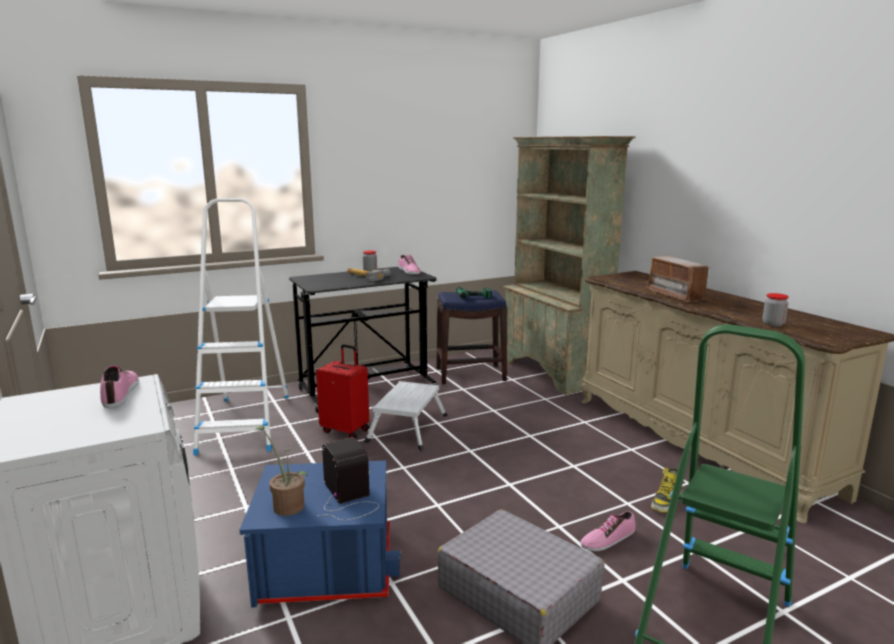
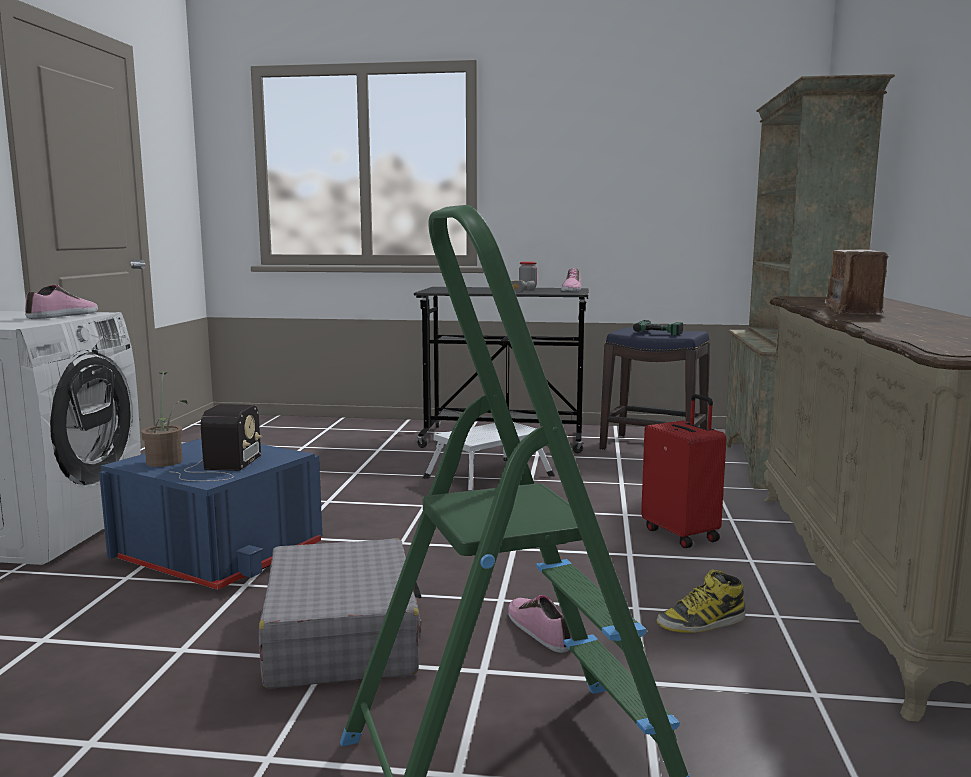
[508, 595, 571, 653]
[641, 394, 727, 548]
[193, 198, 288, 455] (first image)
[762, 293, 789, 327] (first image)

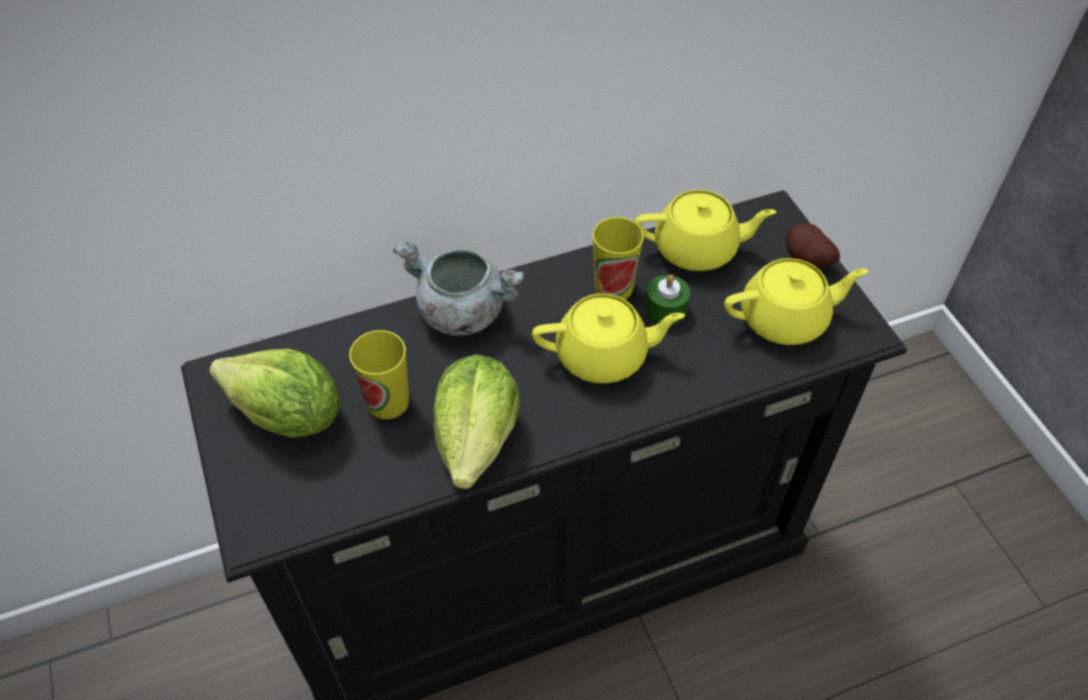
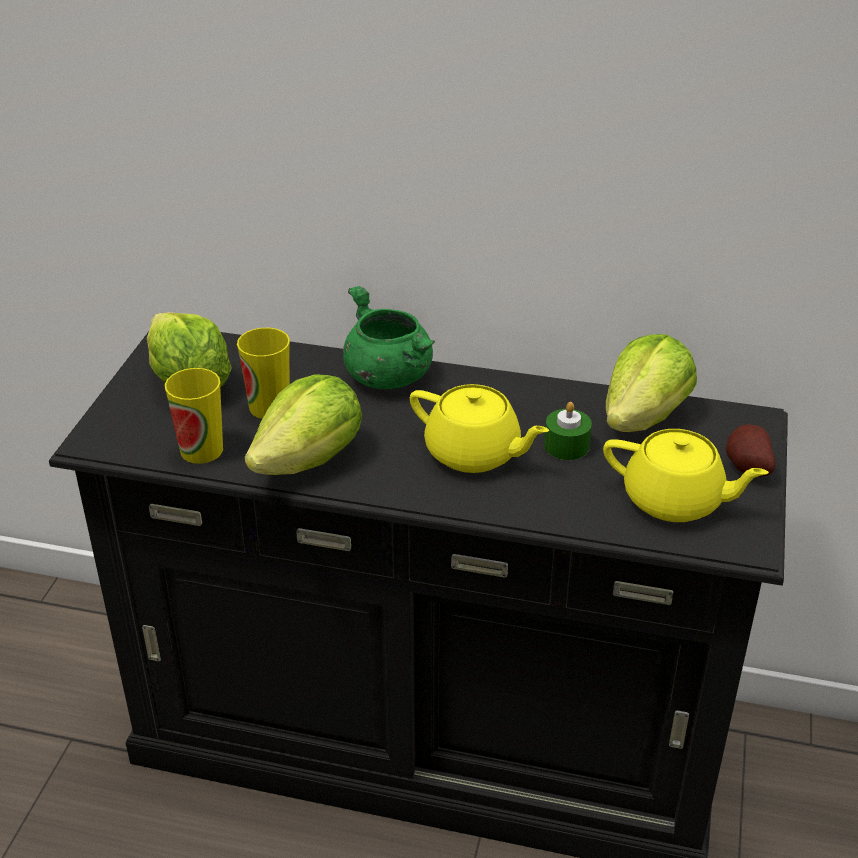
[165, 368, 223, 464]
[343, 286, 435, 389]
[606, 334, 697, 432]

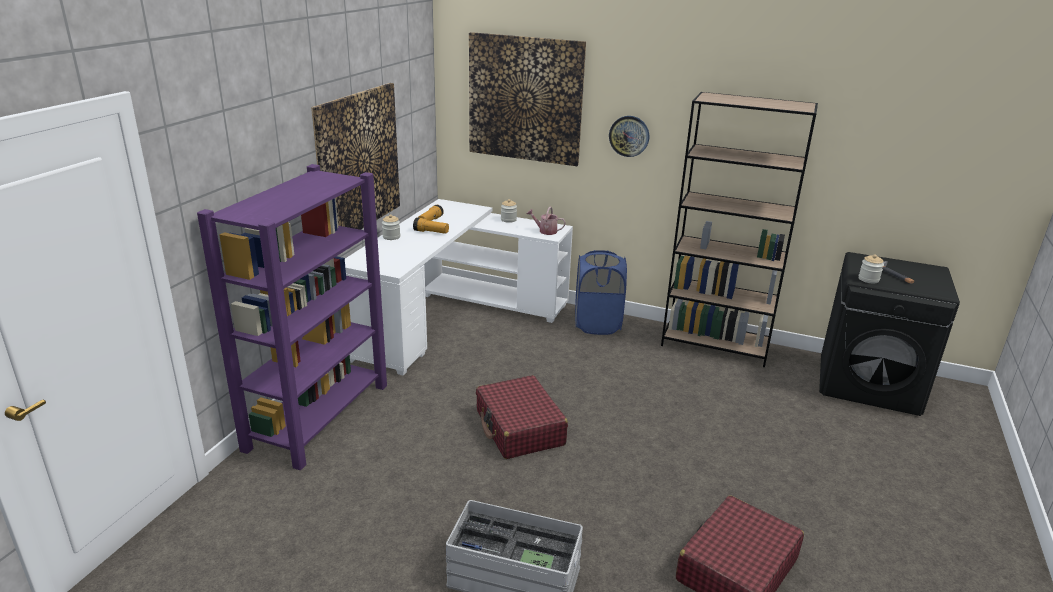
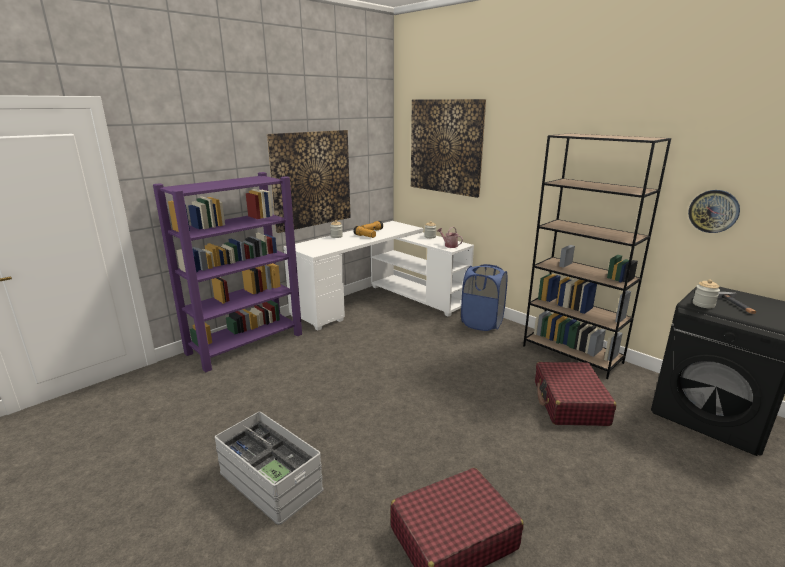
[535, 362, 616, 426]
[688, 190, 740, 233]

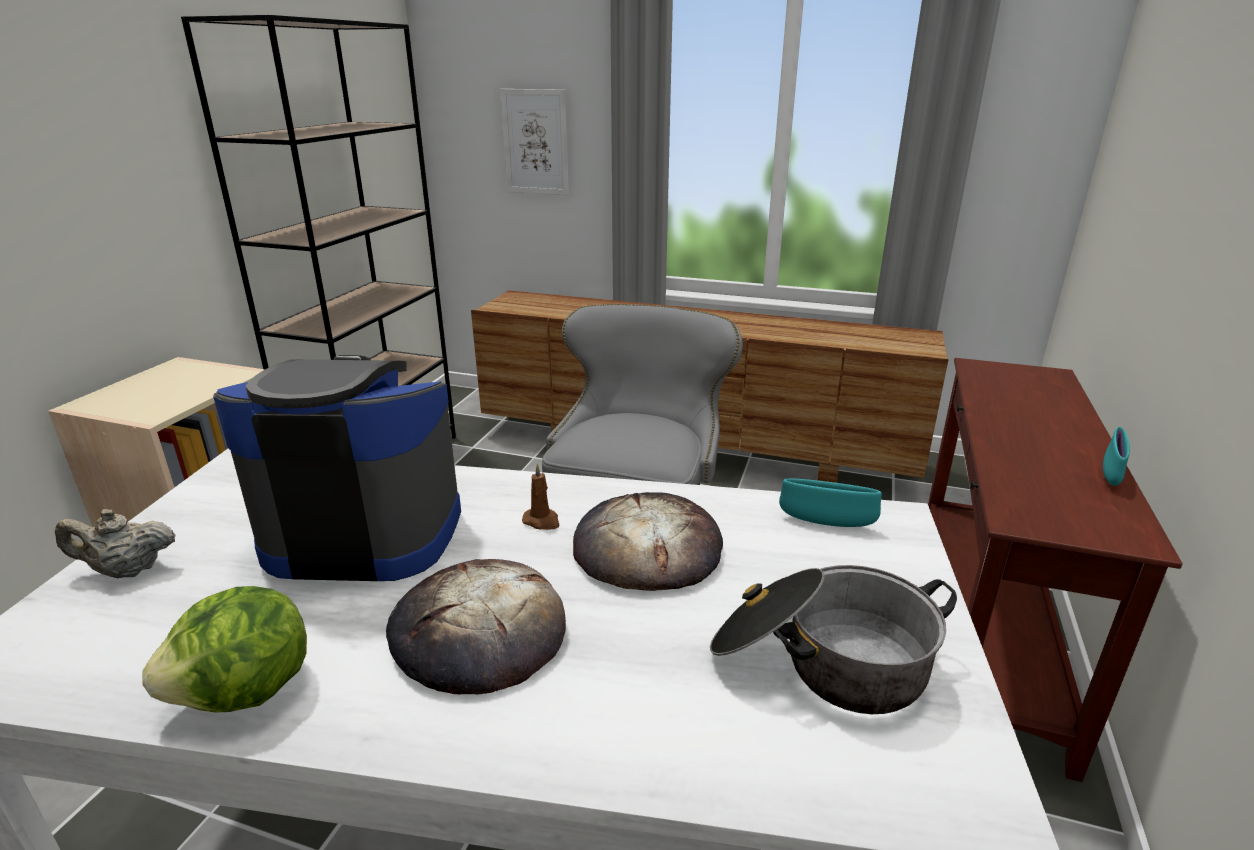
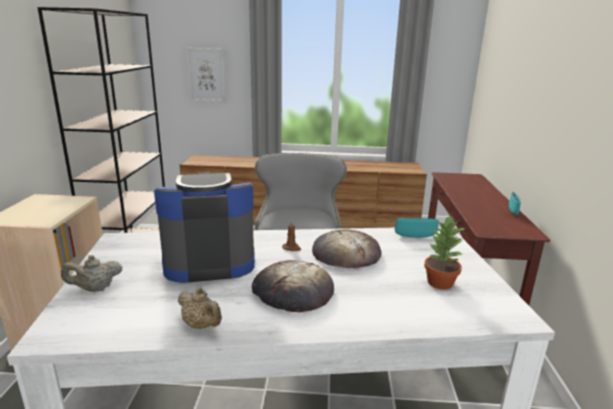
[178, 287, 222, 329]
[424, 215, 467, 290]

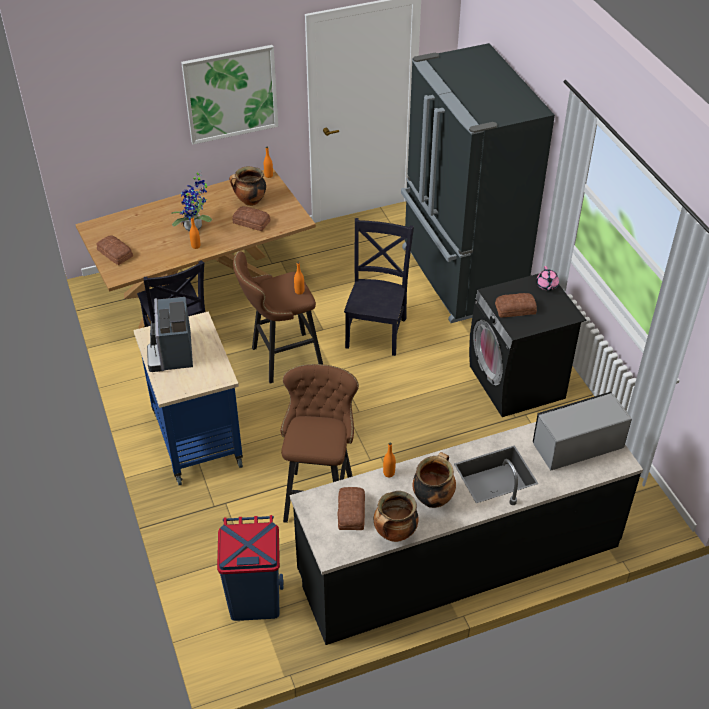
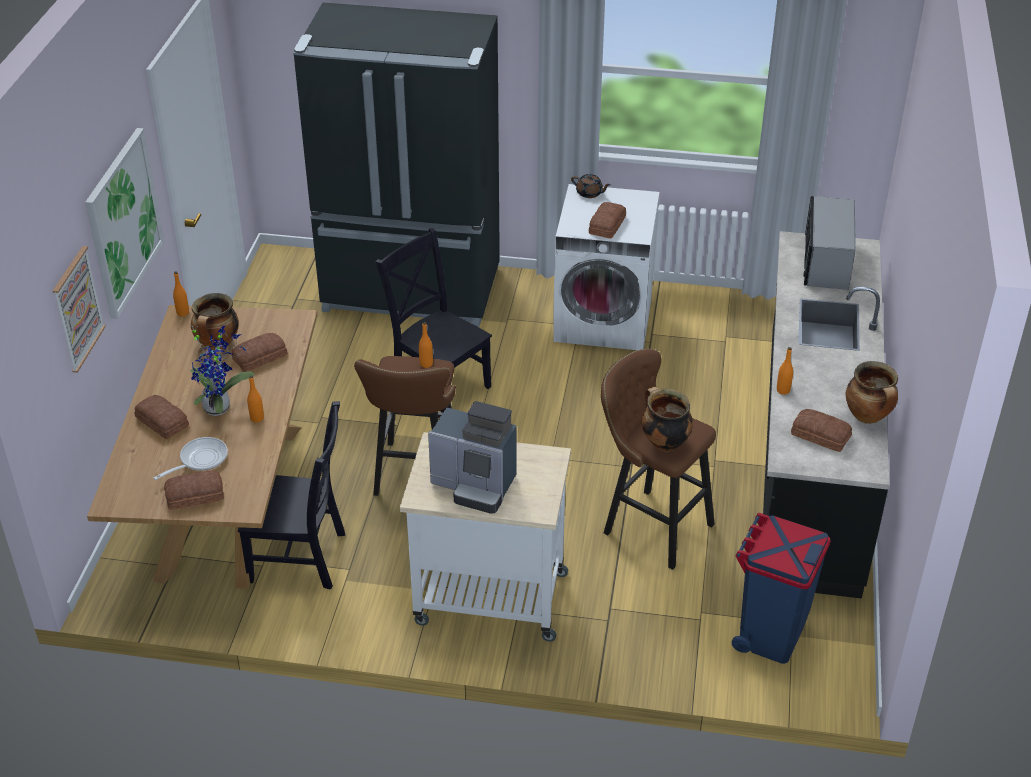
[53, 246, 106, 373]
[135, 395, 189, 439]
[154, 437, 228, 480]
[400, 432, 571, 642]
[553, 184, 660, 350]
[571, 174, 611, 198]
[642, 387, 693, 452]

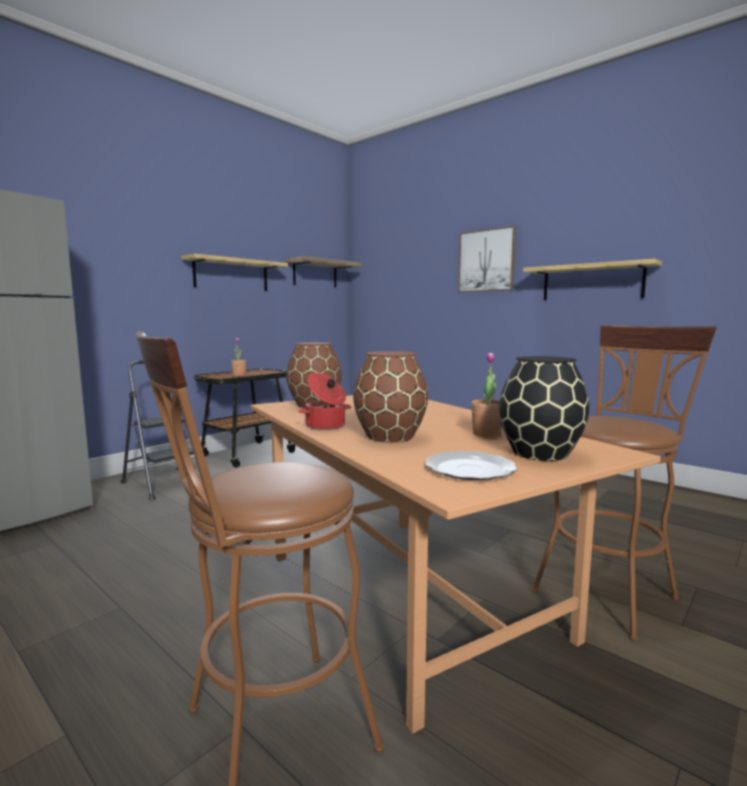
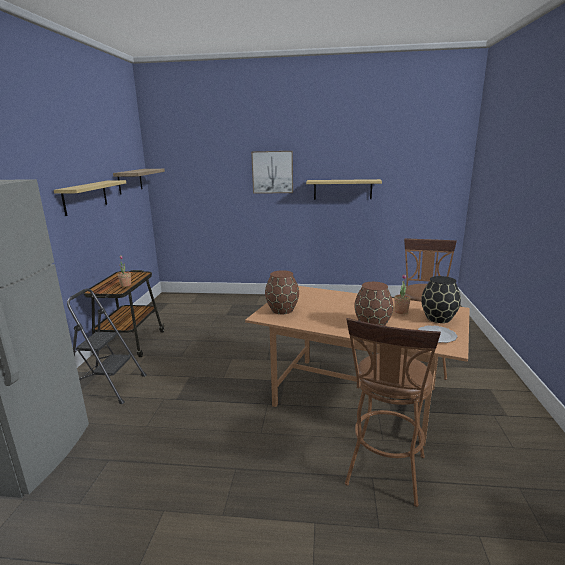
[298, 373, 351, 430] (first image)

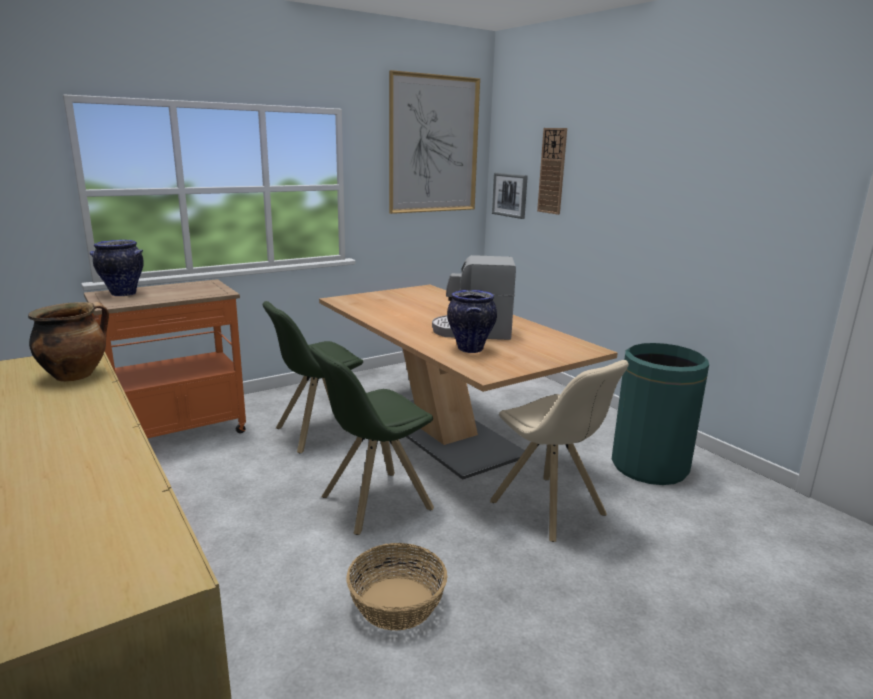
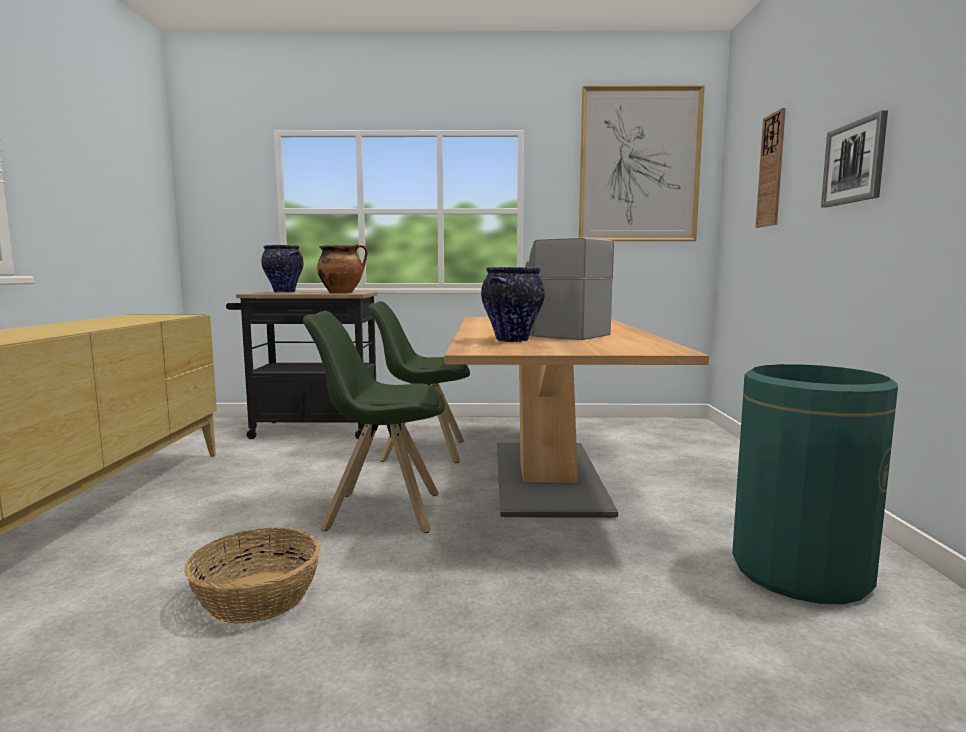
[226, 292, 377, 439]
[317, 244, 368, 293]
[821, 110, 888, 208]
[490, 360, 629, 542] (first image)

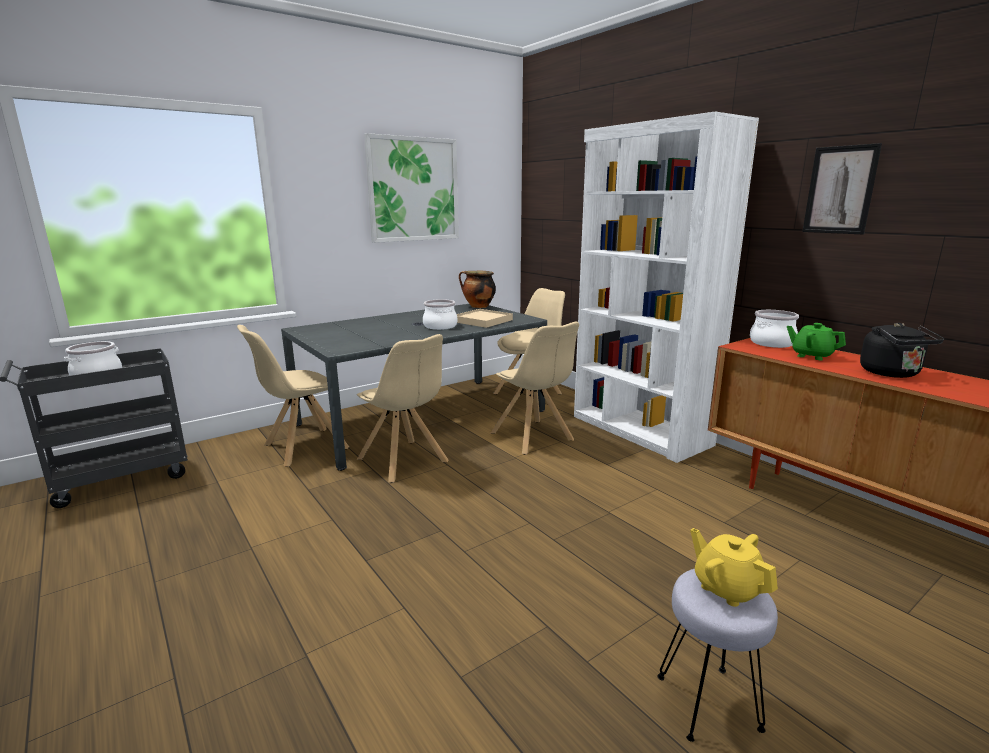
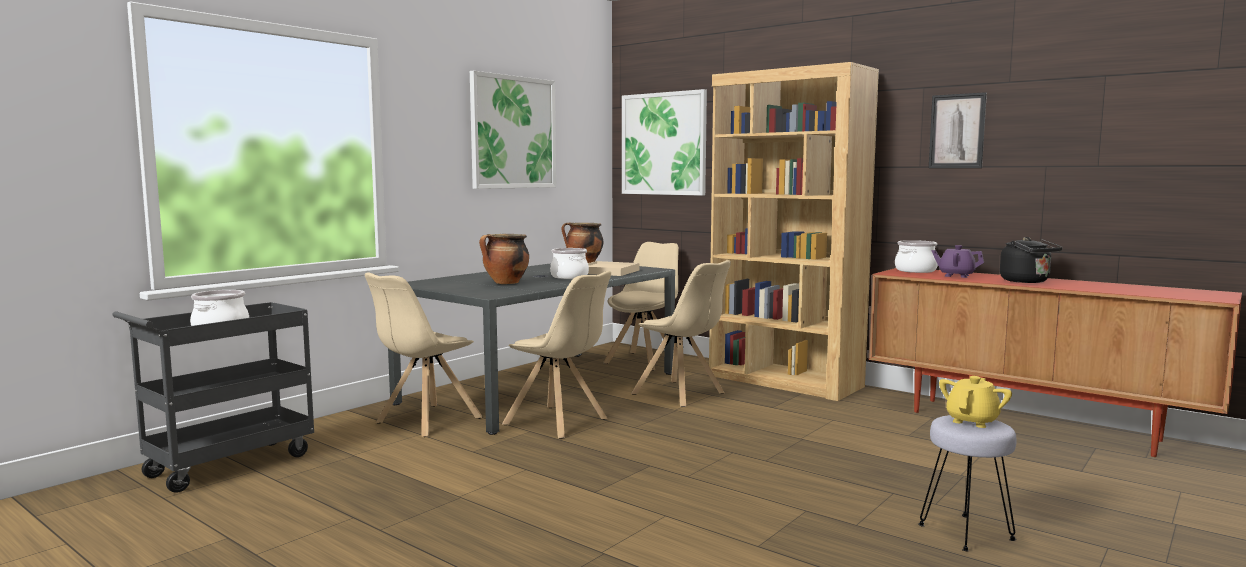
[479, 234, 529, 284]
[622, 89, 707, 196]
[709, 62, 879, 401]
[932, 245, 984, 278]
[939, 376, 1012, 428]

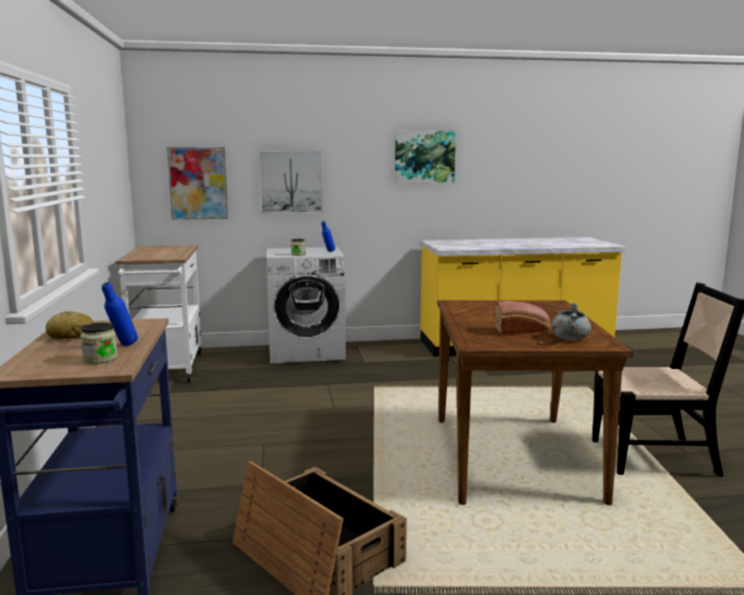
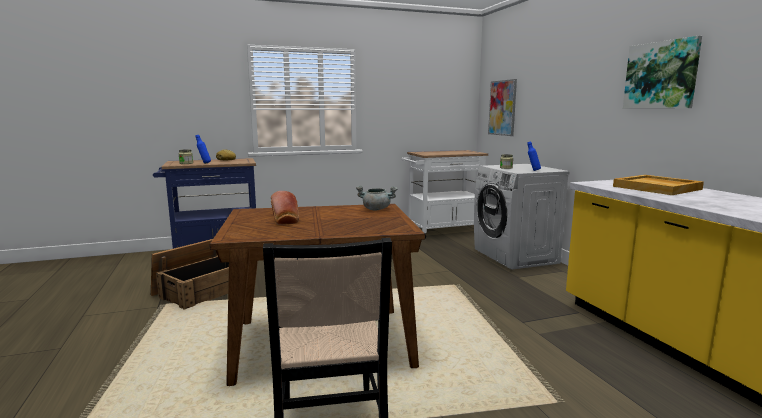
[356, 185, 398, 211]
[613, 175, 704, 195]
[259, 151, 323, 214] (first image)

